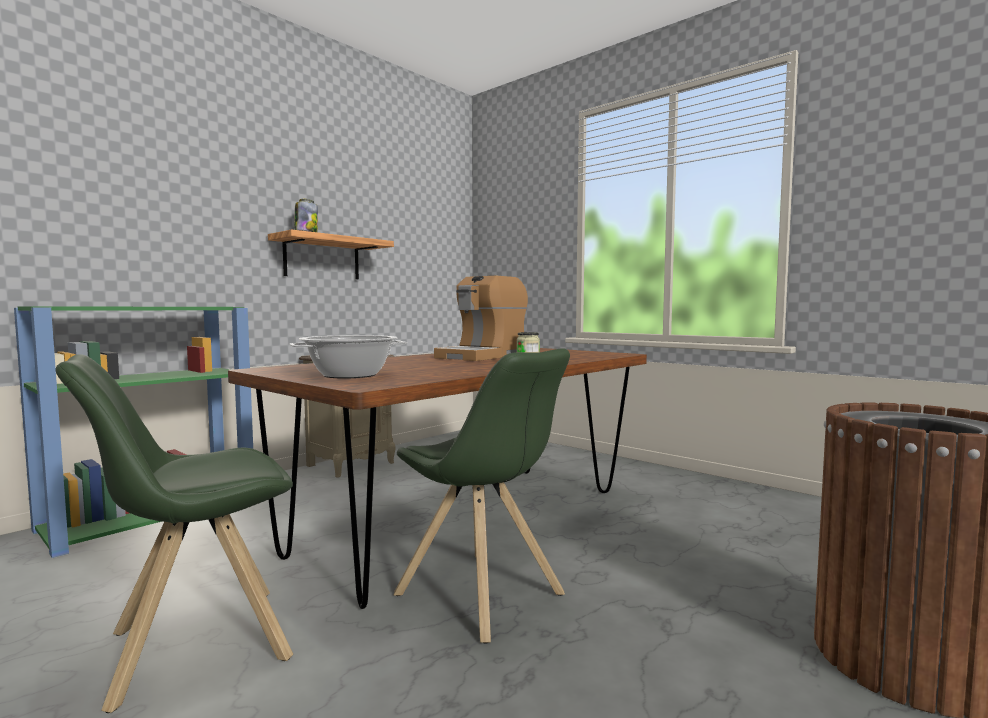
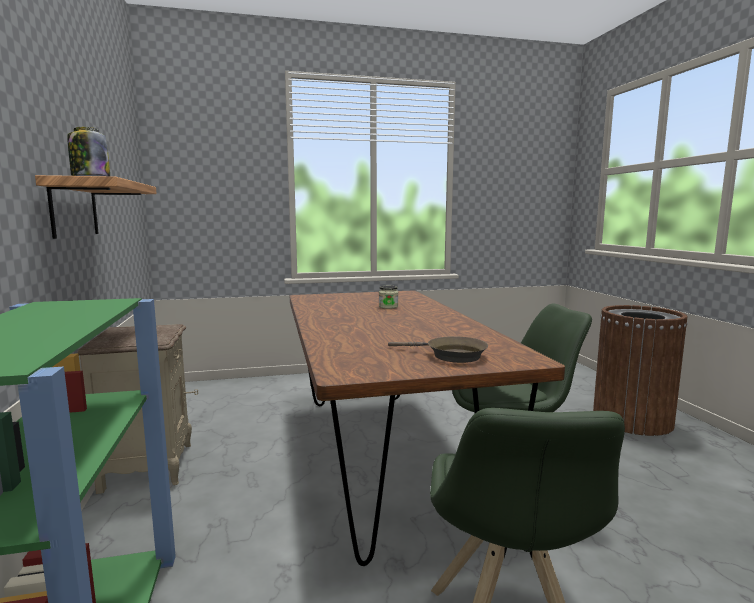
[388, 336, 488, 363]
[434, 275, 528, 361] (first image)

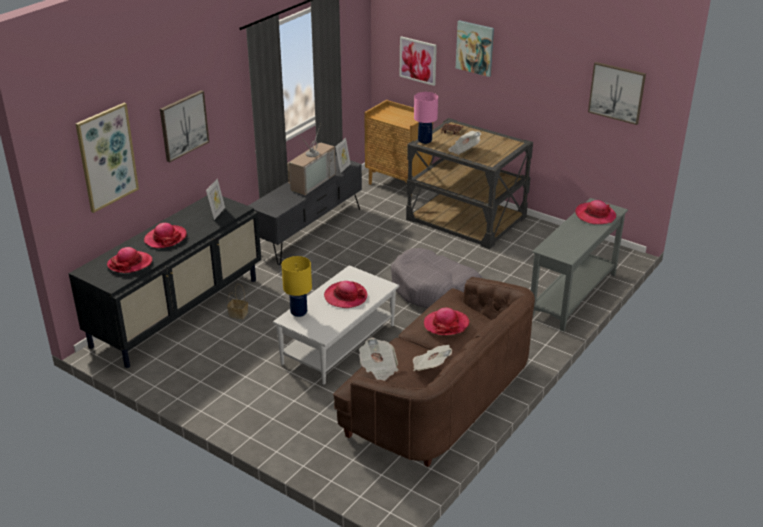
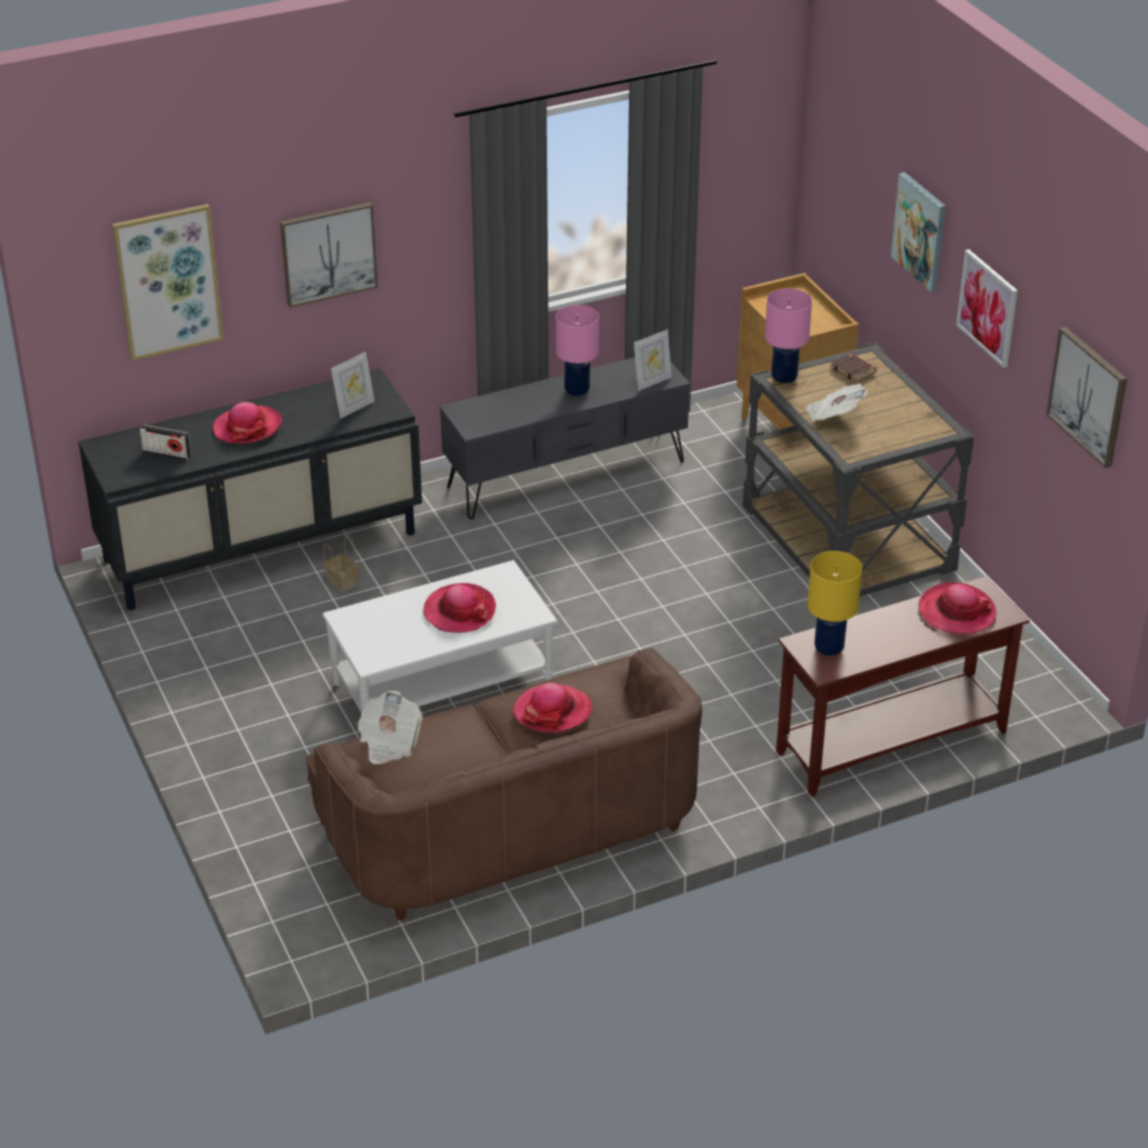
[140, 425, 191, 461]
[556, 305, 599, 396]
[776, 576, 1030, 797]
[807, 551, 862, 656]
[956, 249, 1018, 368]
[391, 248, 482, 308] (first image)
[413, 345, 452, 371] (first image)

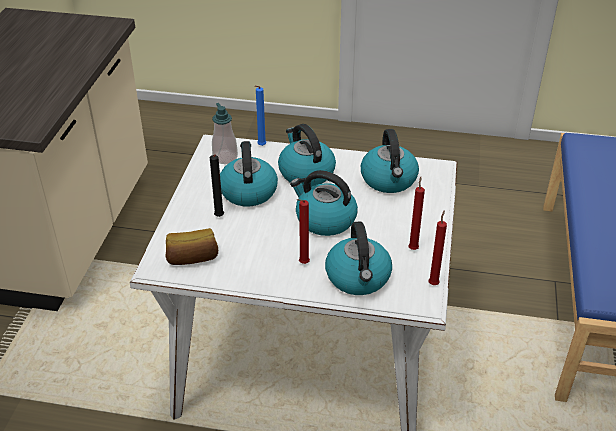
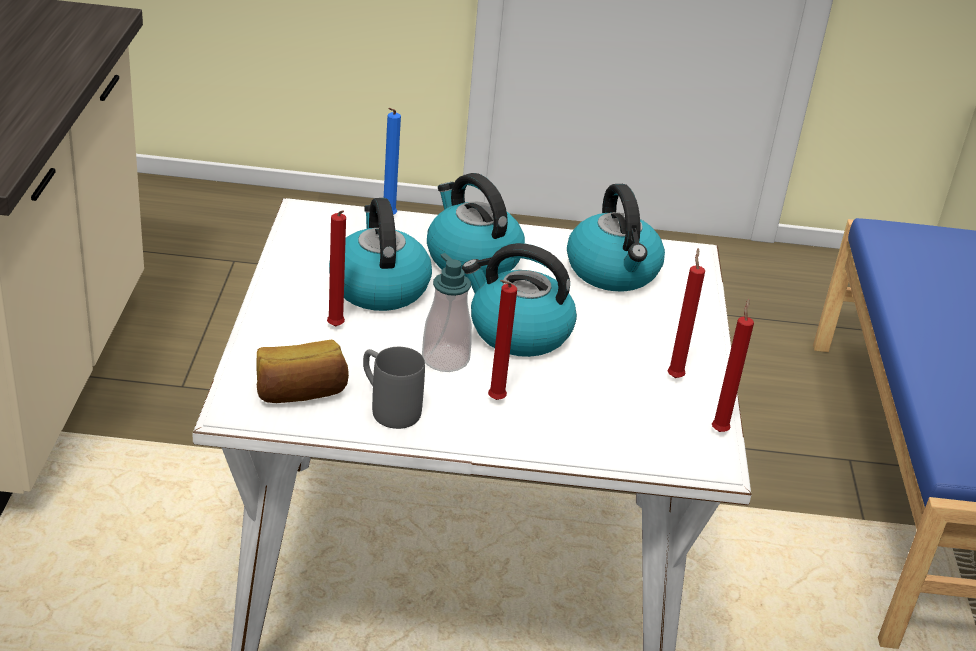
[327, 210, 346, 326]
[363, 347, 425, 429]
[422, 253, 472, 372]
[325, 221, 392, 295] (first image)

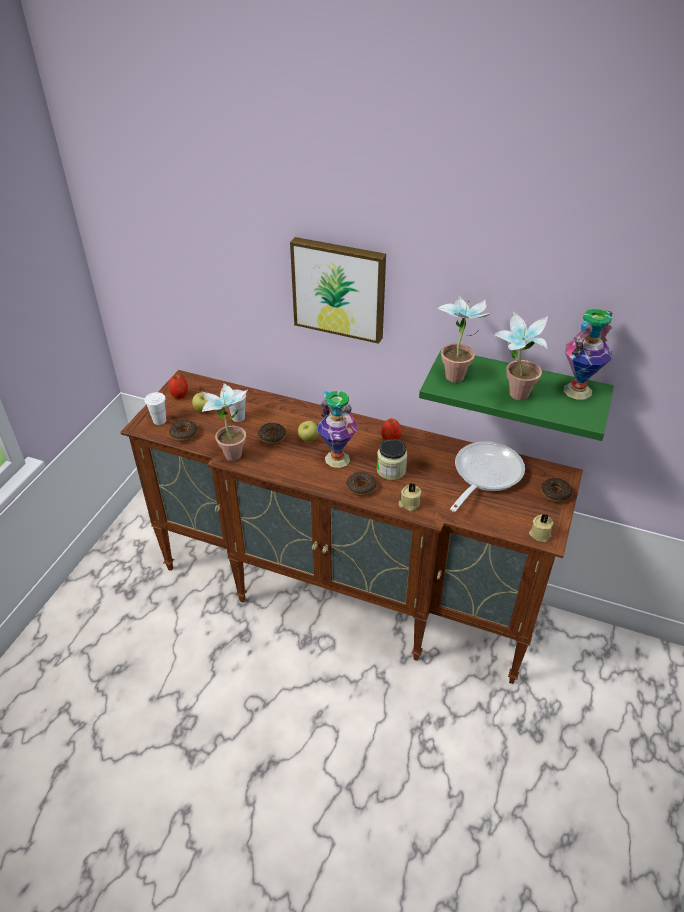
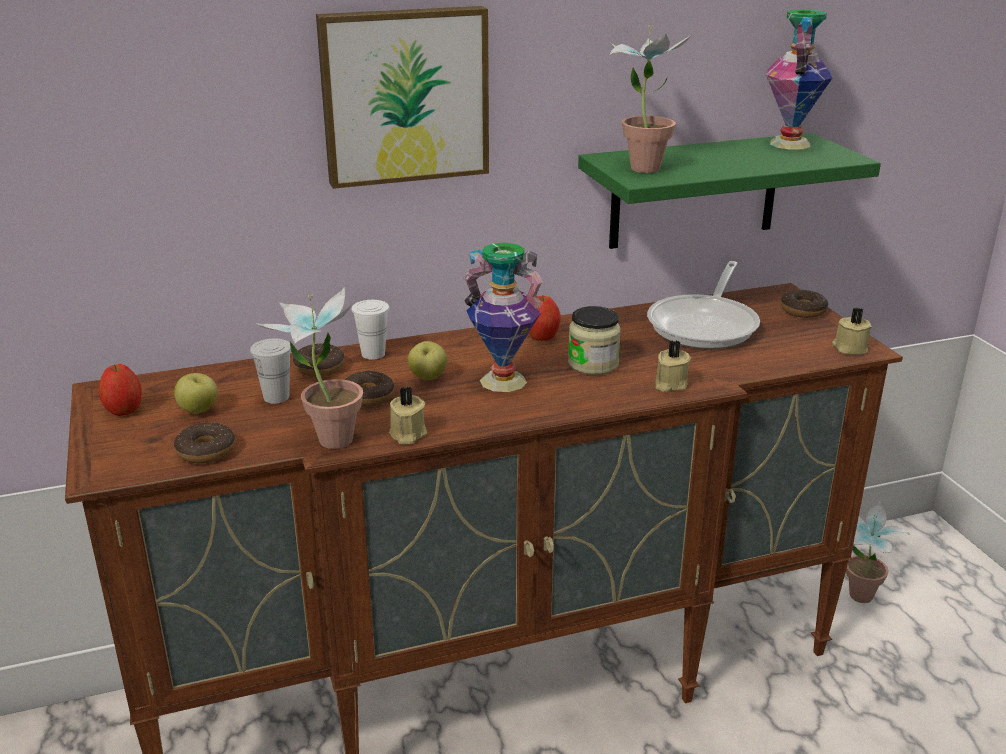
[293, 344, 344, 377]
[351, 300, 389, 360]
[389, 387, 427, 445]
[647, 261, 760, 349]
[846, 500, 910, 603]

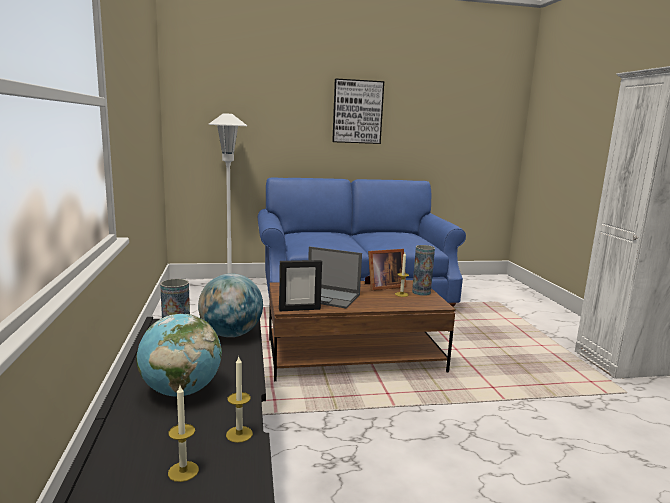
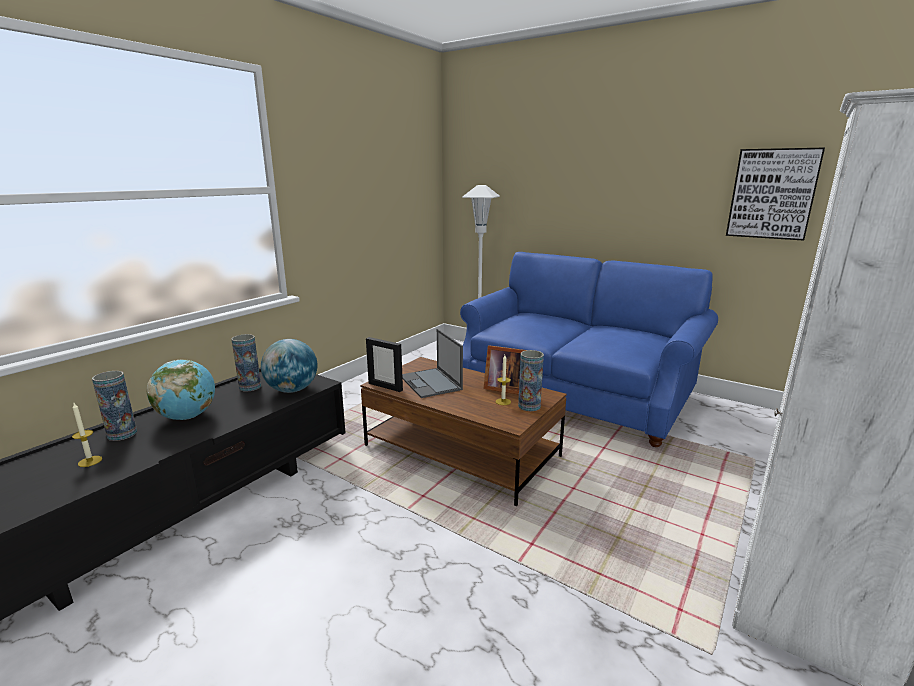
[92, 371, 137, 441]
[726, 148, 825, 241]
[226, 357, 253, 443] (first image)

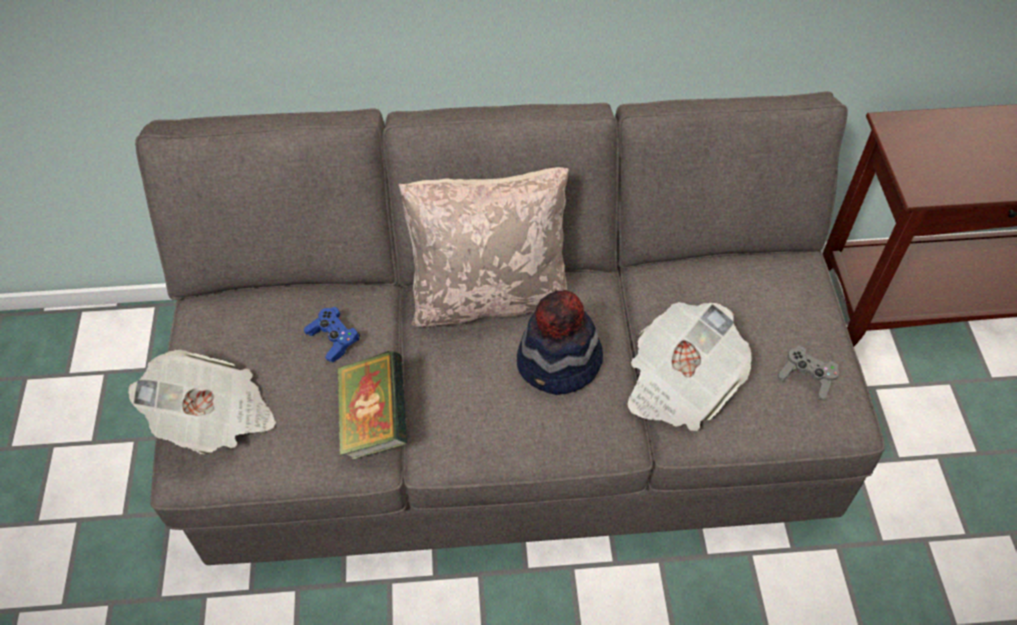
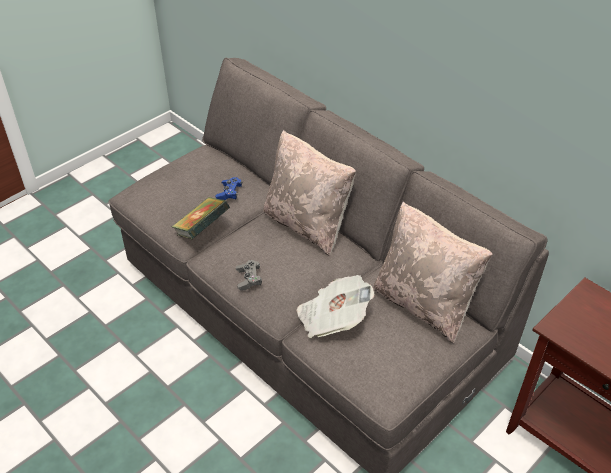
[236, 260, 262, 291]
[373, 202, 492, 343]
[128, 349, 276, 454] (first image)
[517, 290, 603, 395] (first image)

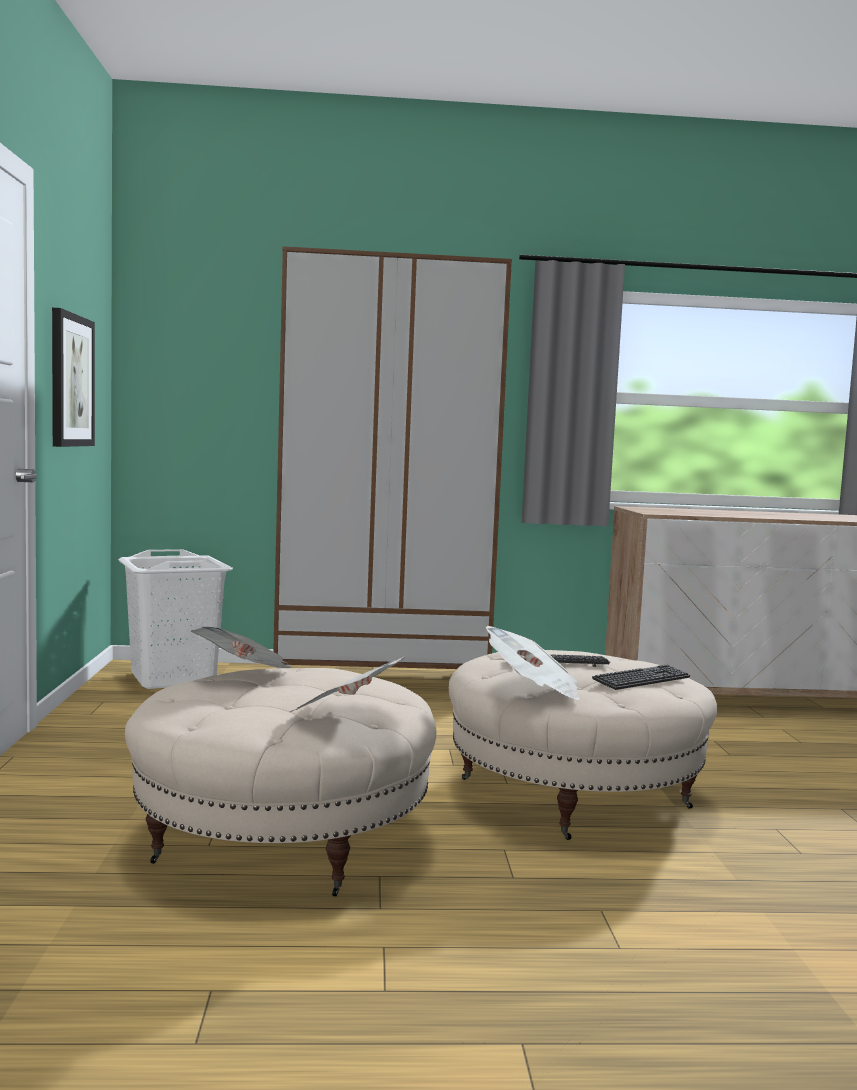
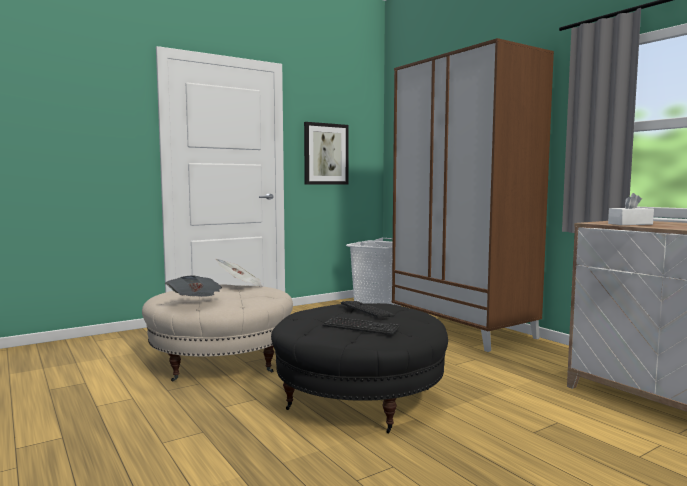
[271, 303, 448, 433]
[608, 193, 654, 225]
[486, 626, 580, 700] (first image)

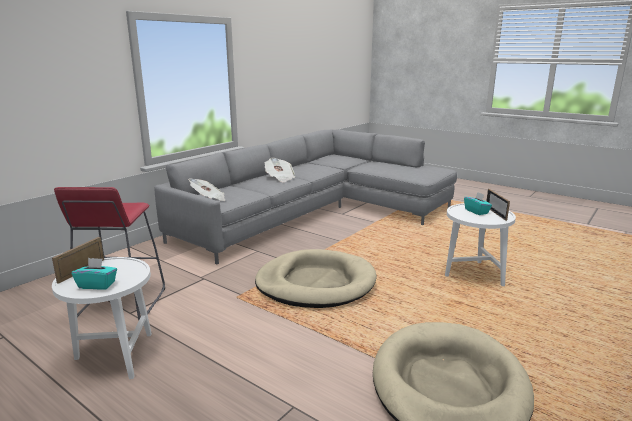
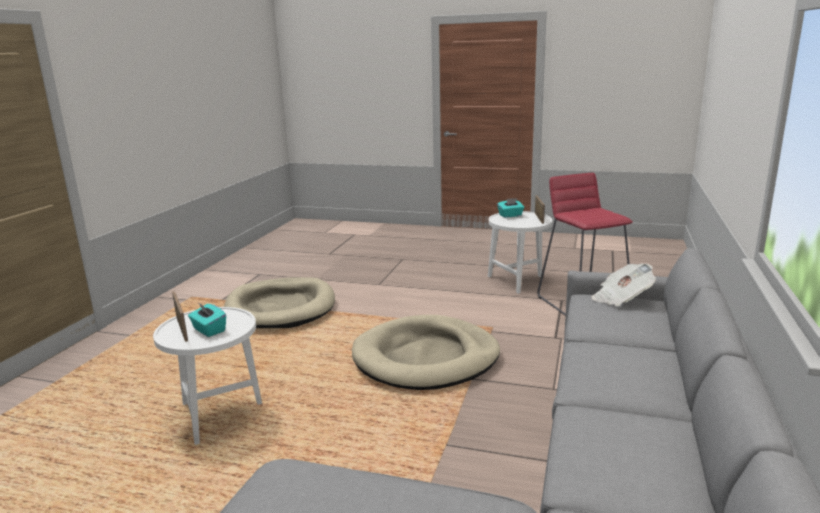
[264, 158, 295, 182] (first image)

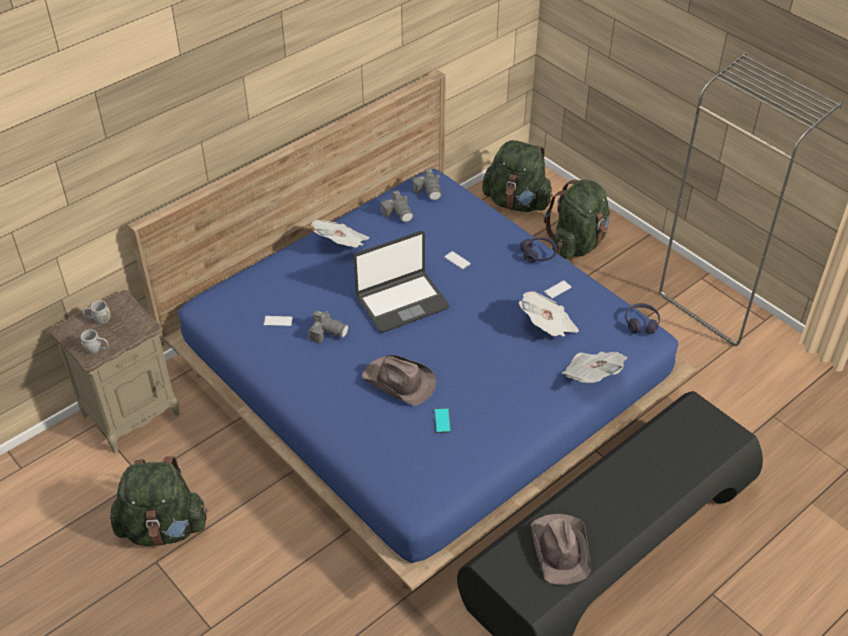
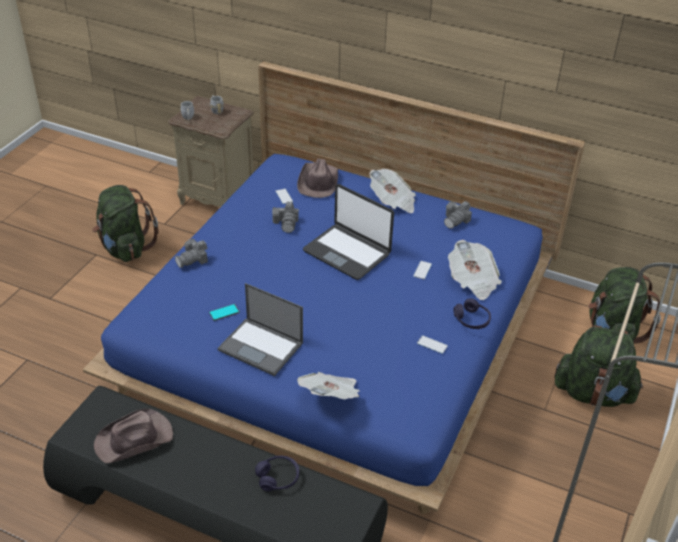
[175, 239, 208, 268]
[218, 283, 303, 376]
[255, 456, 299, 492]
[297, 159, 338, 198]
[448, 240, 502, 300]

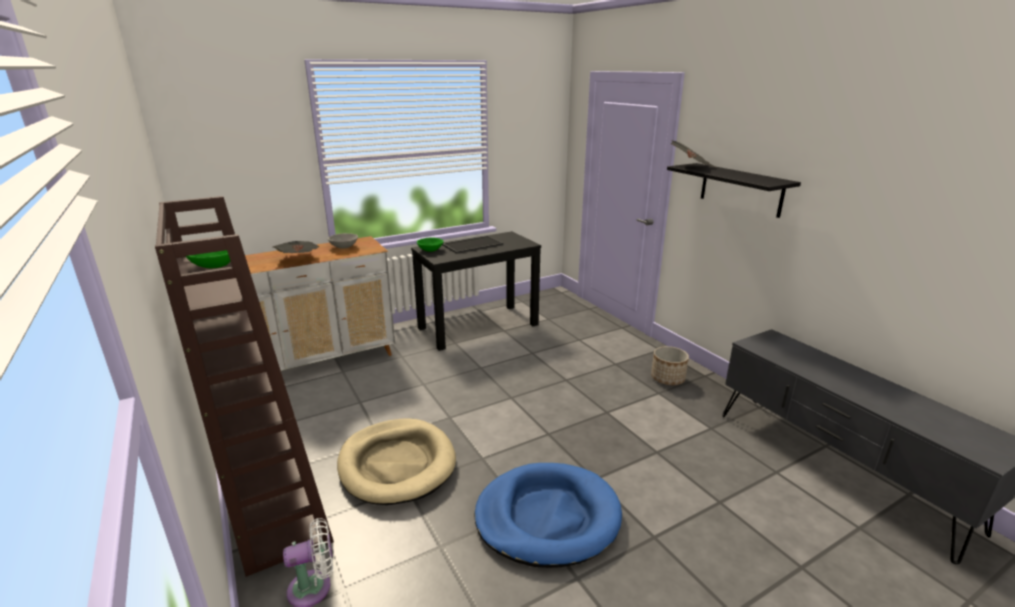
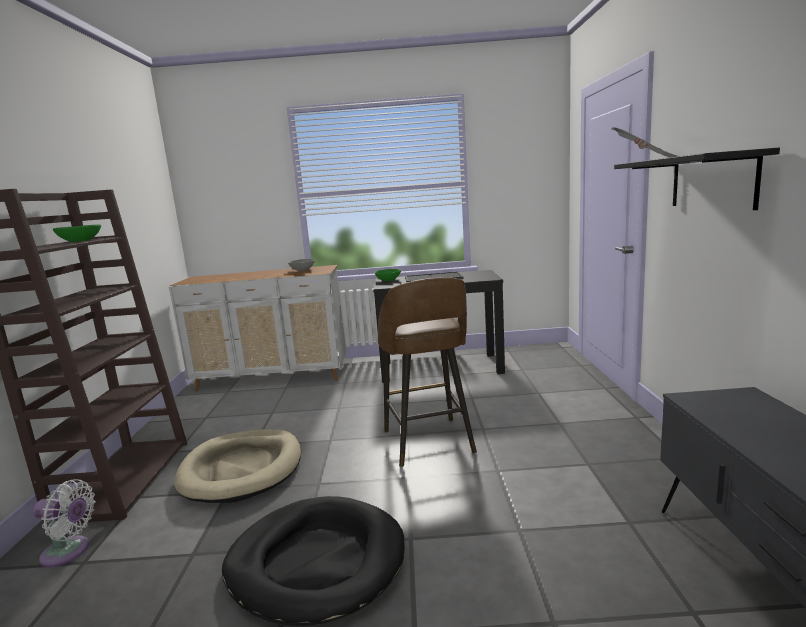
[222, 496, 405, 626]
[378, 277, 477, 467]
[273, 241, 319, 253] (first image)
[651, 346, 689, 385] (first image)

